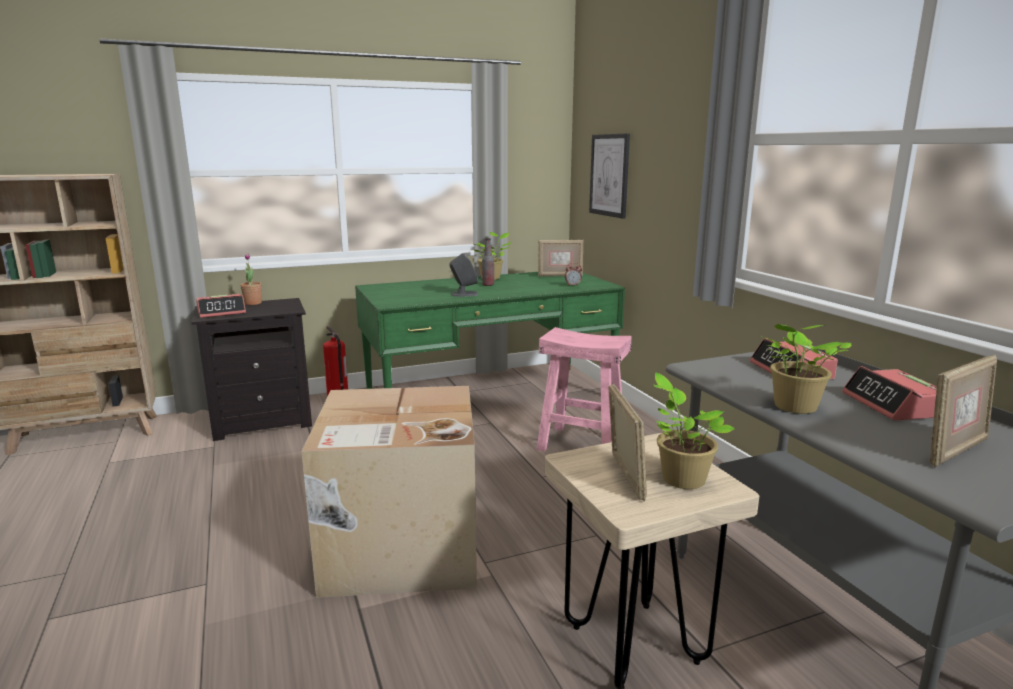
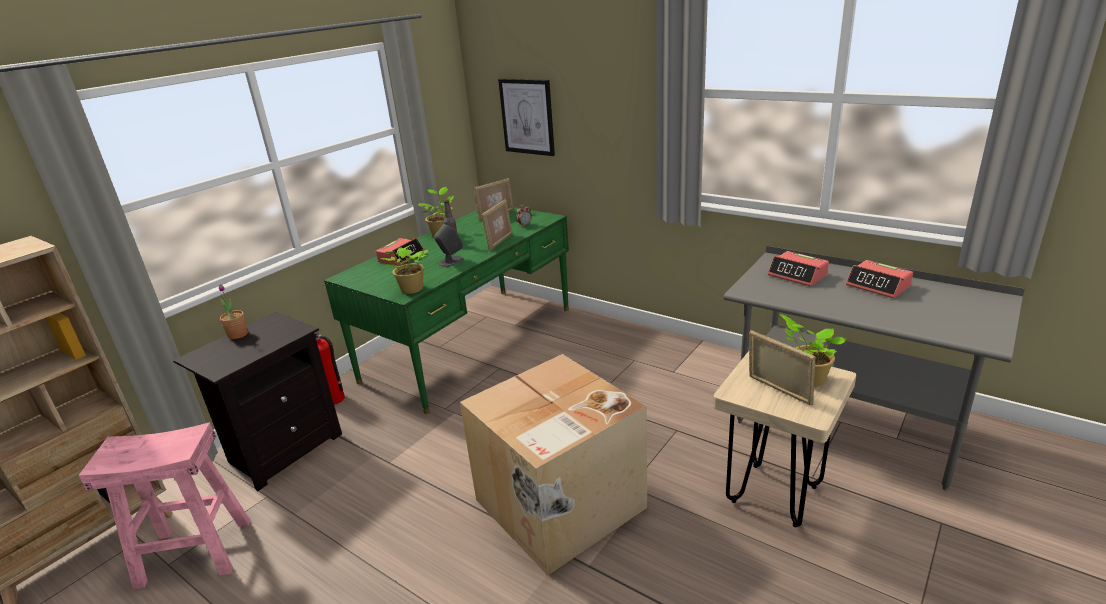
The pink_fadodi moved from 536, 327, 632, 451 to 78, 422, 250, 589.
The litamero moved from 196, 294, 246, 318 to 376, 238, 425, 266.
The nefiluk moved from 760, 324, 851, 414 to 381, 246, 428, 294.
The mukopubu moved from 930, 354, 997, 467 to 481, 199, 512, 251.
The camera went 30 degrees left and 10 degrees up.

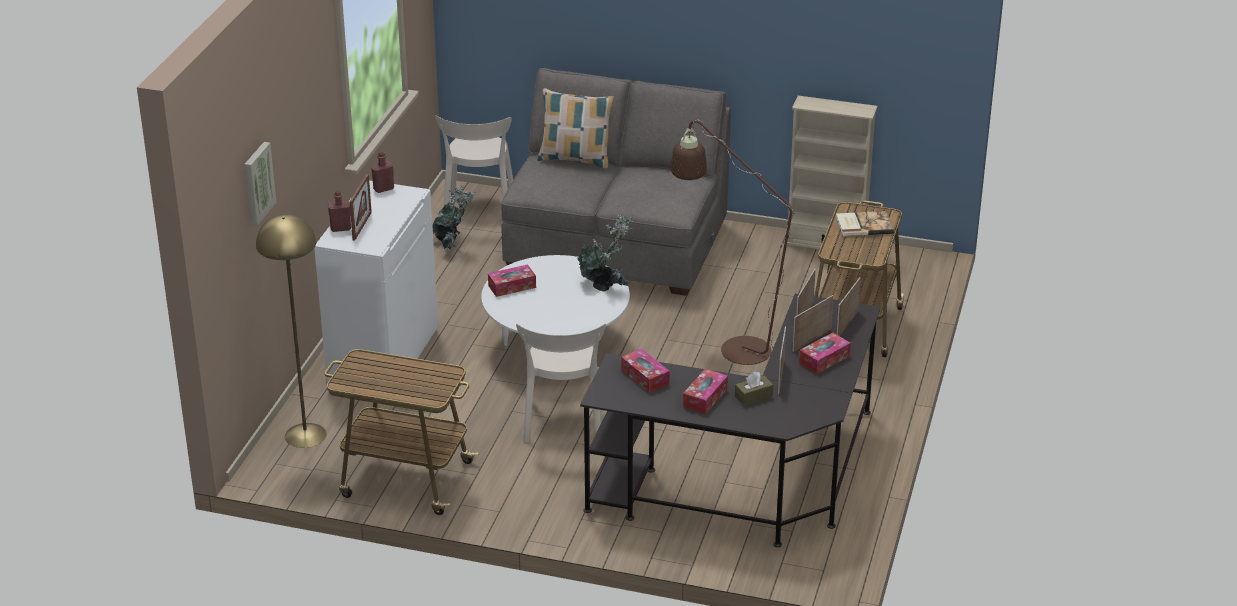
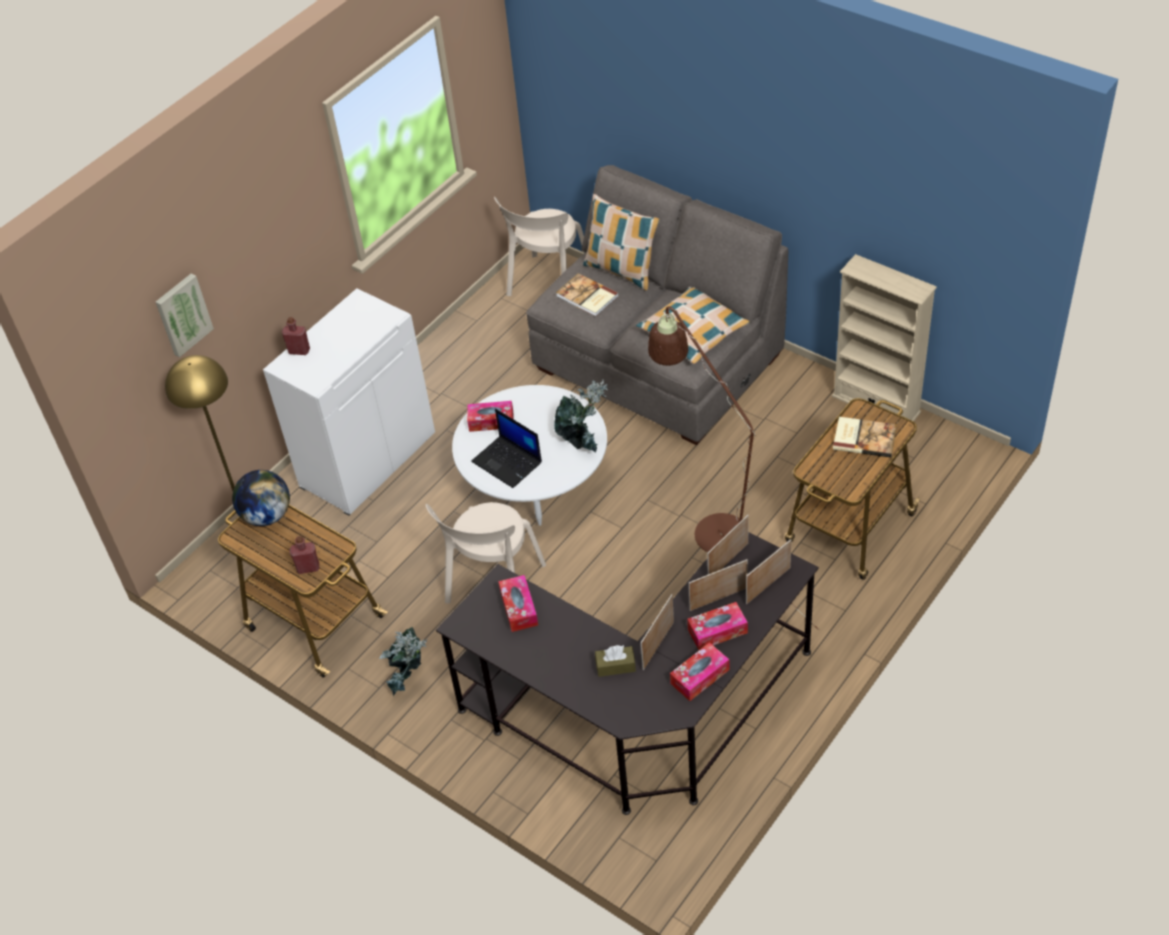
The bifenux at 232, 470, 290, 526 appeared.
The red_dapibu moved from 371, 151, 394, 193 to 290, 536, 319, 574.
The nefiluk moved from 432, 185, 475, 250 to 379, 627, 427, 696.
The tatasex at 471, 408, 542, 488 appeared.
The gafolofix at 556, 273, 619, 317 appeared.
The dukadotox at 636, 287, 750, 364 appeared.
The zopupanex moved from 683, 369, 728, 414 to 670, 642, 729, 701.
The mukopubu at 349, 174, 372, 241 disappeared.
The camera went 25 degrees right and 15 degrees up.

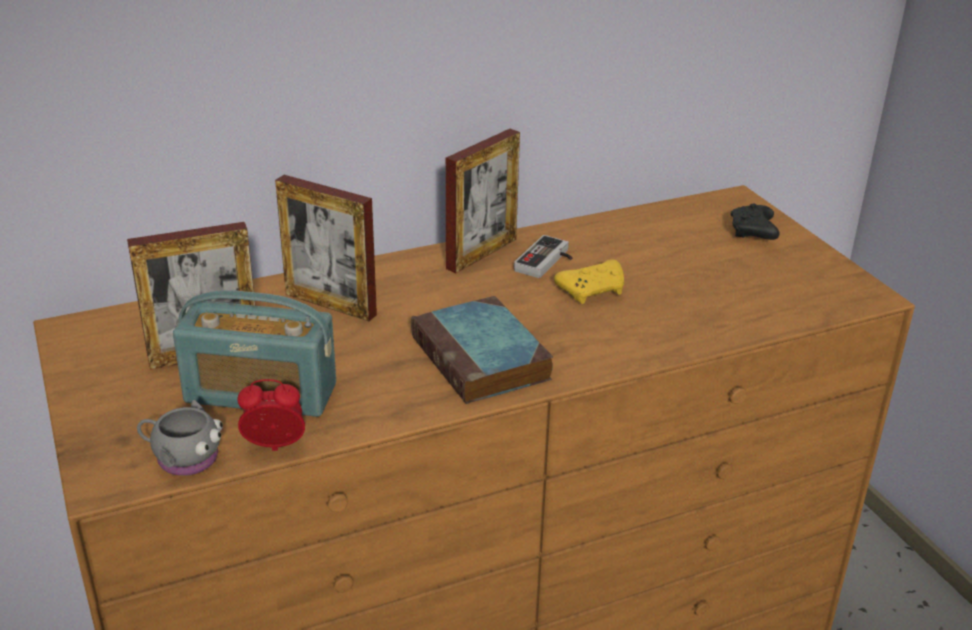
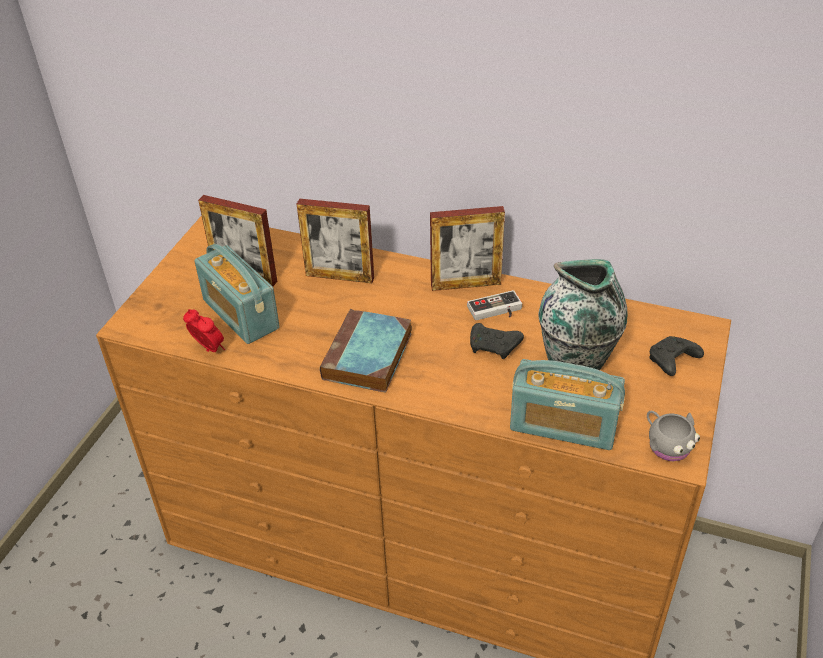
The mukopubu at 275, 175, 377, 321 turned 60 degrees counterclockwise.
The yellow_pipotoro at 554, 259, 624, 304 became the black_pipotoro at 470, 323, 524, 359.
The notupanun at 510, 359, 625, 450 appeared.
The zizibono at 538, 259, 628, 370 appeared.
The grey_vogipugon moved from 137, 400, 223, 476 to 647, 411, 700, 461.
The camera went 45 degrees right and 10 degrees up.

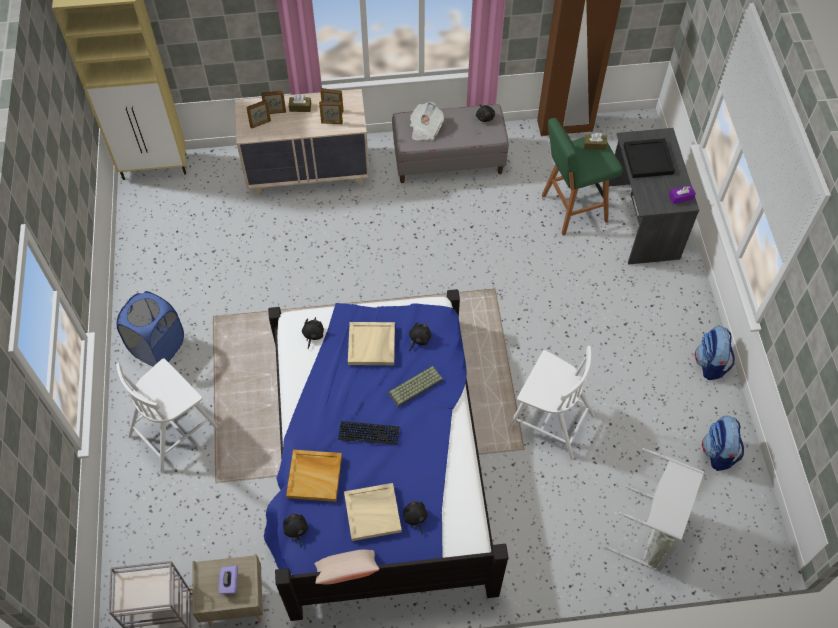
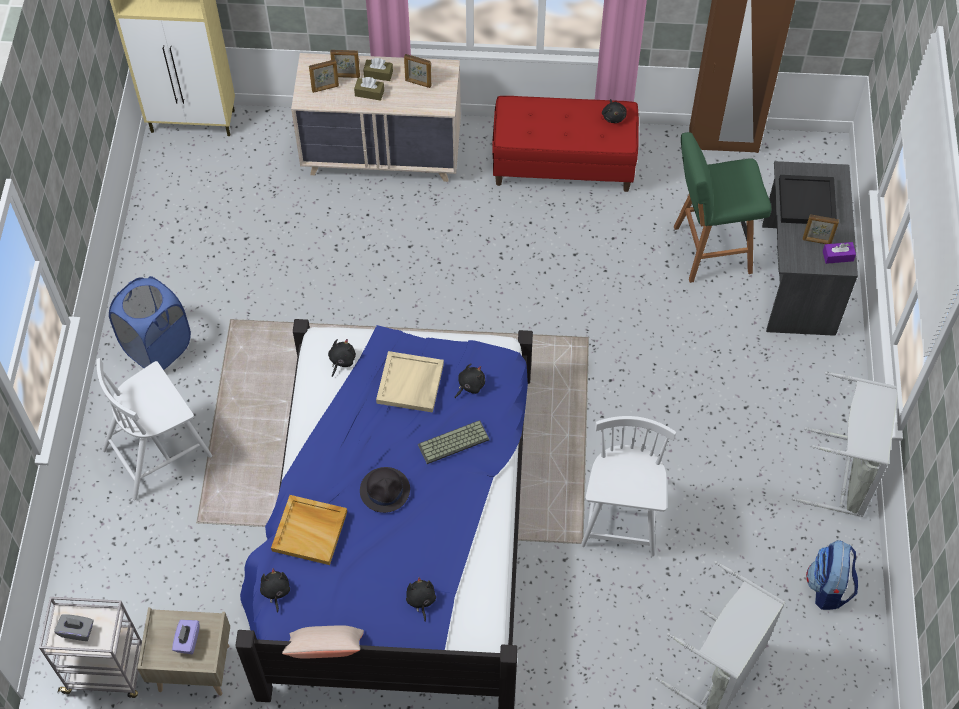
The grey_zopupanex at 54, 614, 93, 641 appeared.
The brown_zopupanex moved from 584, 133, 607, 150 to 354, 77, 384, 101.
The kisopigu at 338, 421, 400, 445 was replaced by the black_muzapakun at 360, 467, 410, 513.
The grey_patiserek at 392, 104, 509, 183 became the red_patiserek at 492, 96, 639, 192.
The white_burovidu at 508, 346, 595, 459 turned 120 degrees counterclockwise.
The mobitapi at 695, 326, 735, 380 was replaced by the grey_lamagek at 792, 372, 897, 517.
The mukopubu moved from 319, 101, 343, 124 to 803, 215, 839, 244.
The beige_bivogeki at 344, 483, 402, 541 disappeared.
The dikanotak at 410, 102, 444, 140 disappeared.
The camera went 10 degrees right and 0 degrees up.

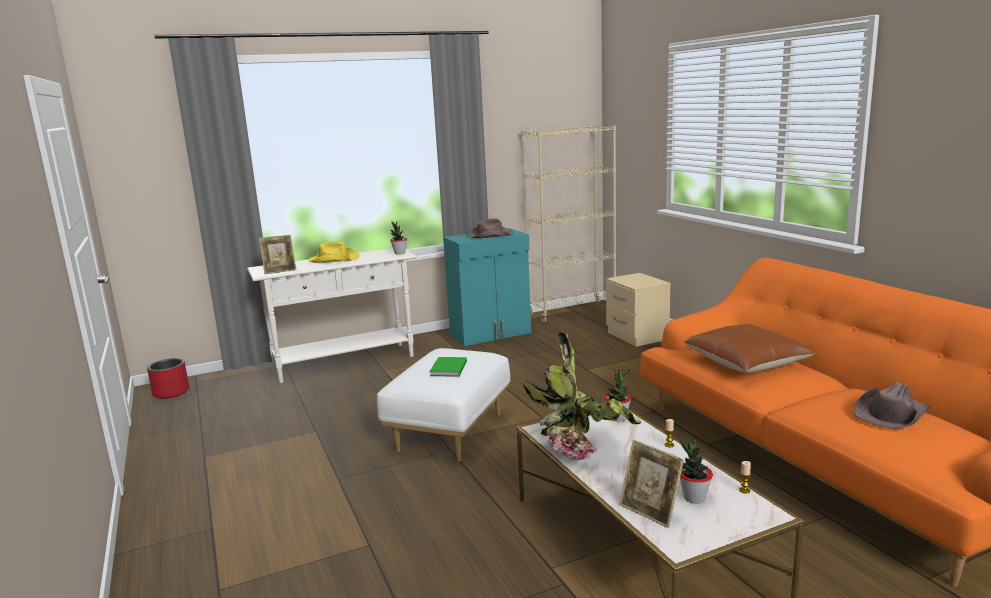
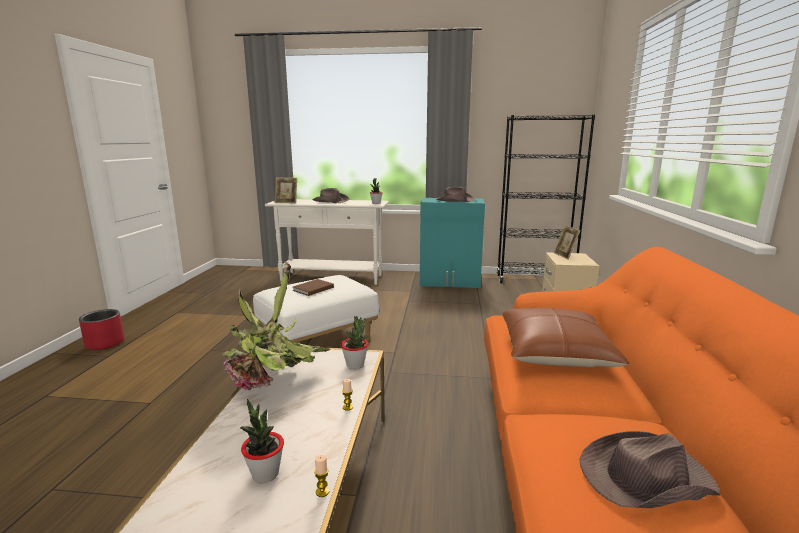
The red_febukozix moved from 147, 358, 189, 399 to 79, 309, 125, 350.
The green_gafolofix at 429, 357, 467, 377 became the brown_gafolofix at 293, 279, 334, 296.
The yellow_muzapakun at 308, 241, 360, 263 became the brown_muzapakun at 313, 188, 349, 203.
The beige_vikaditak at 521, 125, 616, 323 became the black_vikaditak at 497, 115, 595, 283.
The mukopubu moved from 619, 440, 684, 528 to 554, 225, 581, 260.
The camera went 30 degrees right and 0 degrees up.

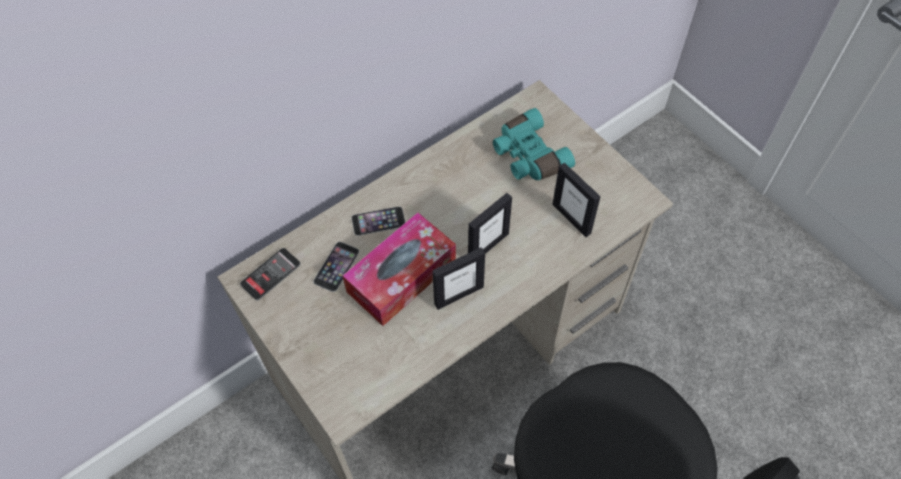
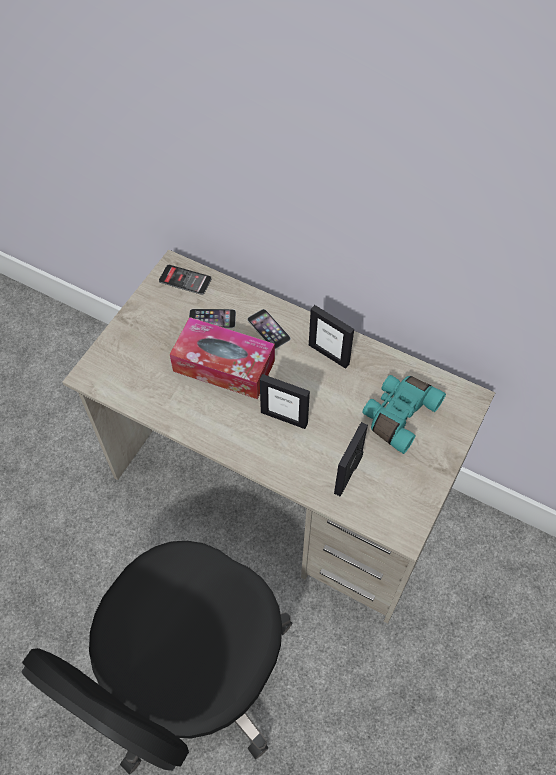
The mukopubu moved from 432, 247, 485, 310 to 309, 305, 354, 369.
The camera went 65 degrees right and 0 degrees up.

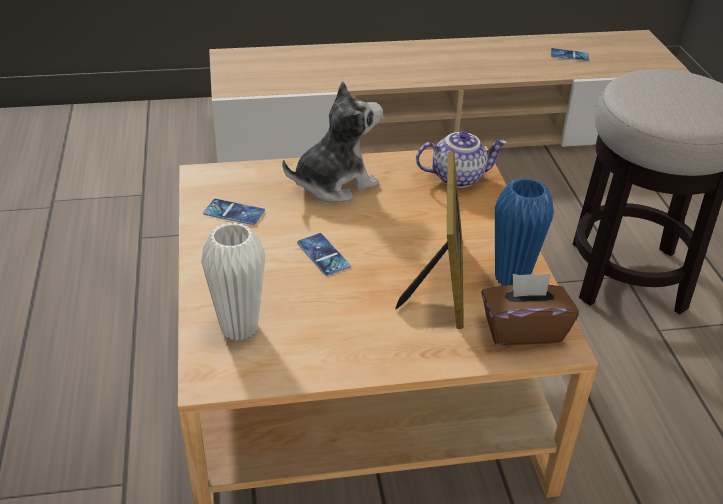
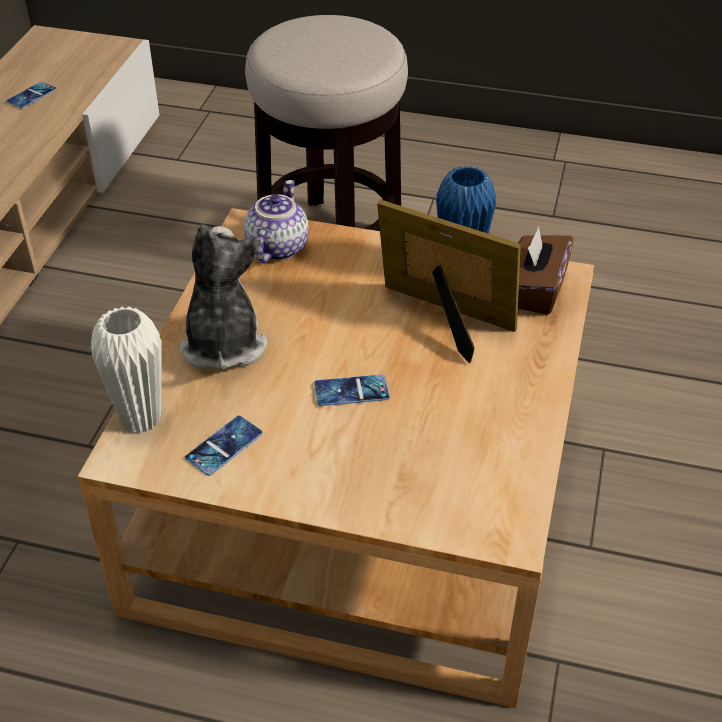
The white_zizibono moved from 201, 222, 265, 341 to 91, 306, 162, 433.
The camera went 65 degrees left and 5 degrees up.

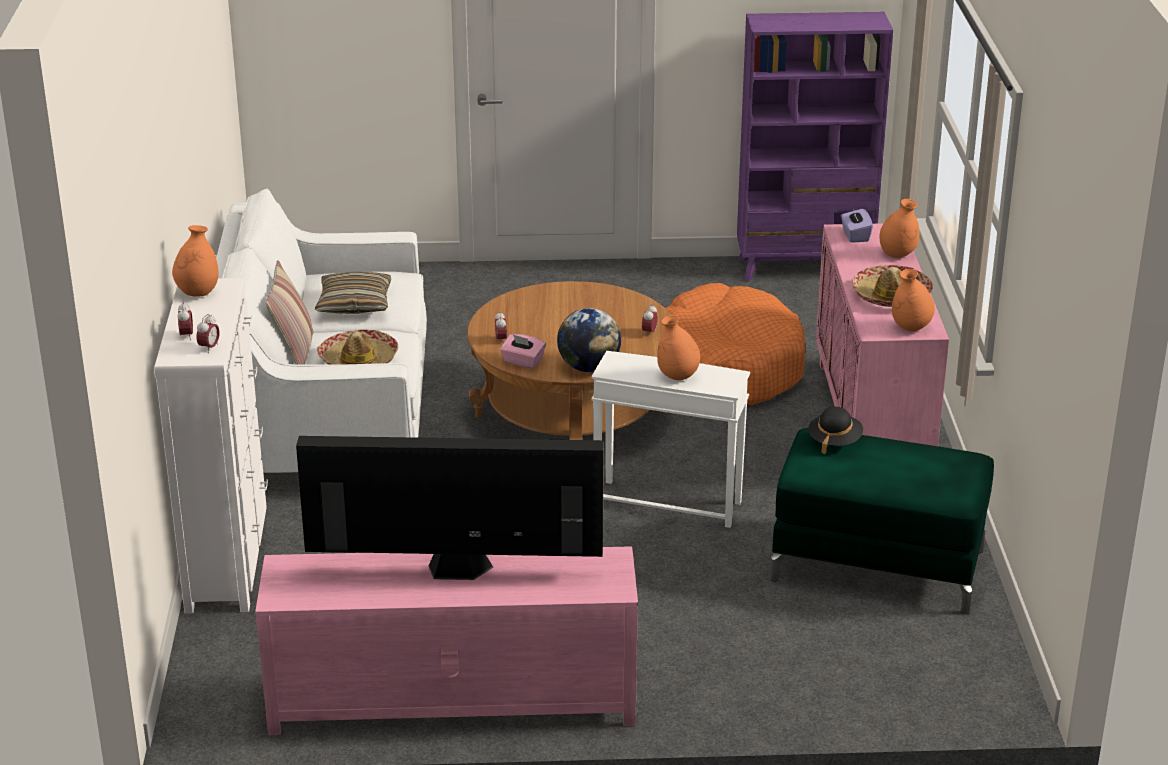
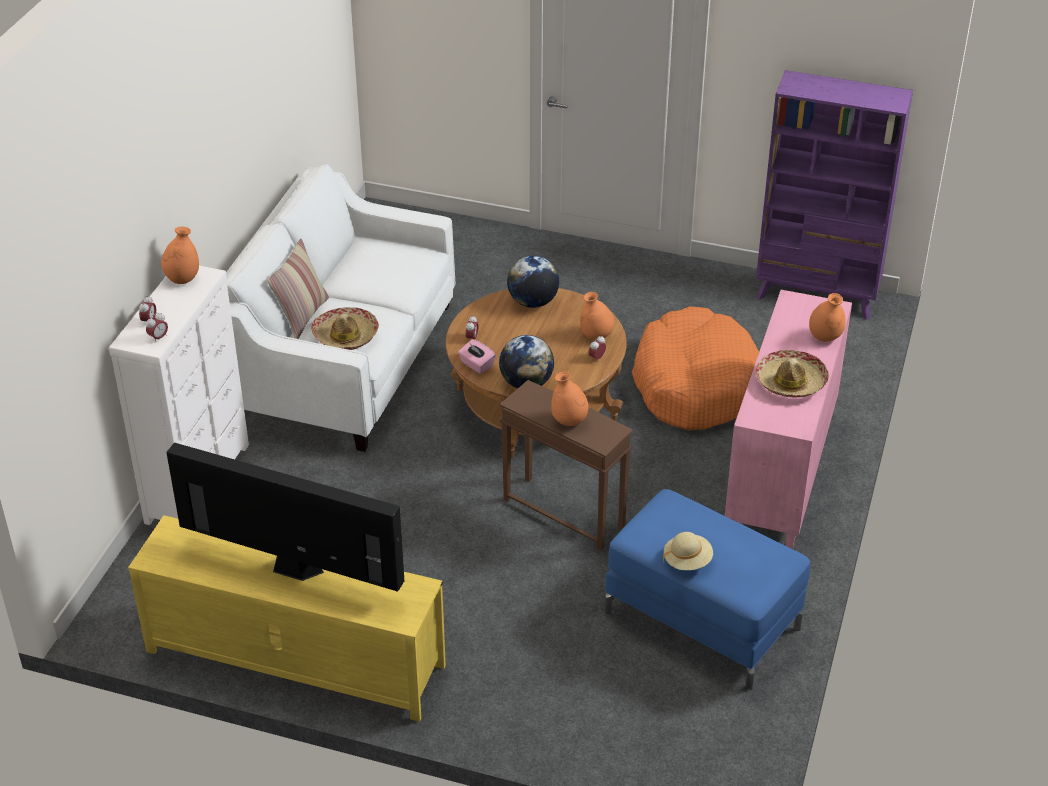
The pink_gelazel at 255, 546, 638, 735 became the yellow_gelazel at 128, 515, 446, 722.
The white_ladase at 591, 351, 750, 528 became the brown_ladase at 500, 380, 633, 551.
The bifenux at 507, 256, 559, 308 appeared.
The orange_zizibono moved from 892, 269, 935, 331 to 580, 292, 614, 340.
The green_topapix at 770, 428, 994, 614 became the blue_topapix at 605, 489, 810, 690.
The beige_muzapakun at 663, 532, 713, 570 appeared.
The dukadotox at 315, 272, 391, 314 disappeared.
The black_muzapakun at 808, 407, 863, 454 disappeared.
The purple_zopupanex at 841, 209, 873, 243 disappeared.
The camera went 20 degrees right and 10 degrees up.

